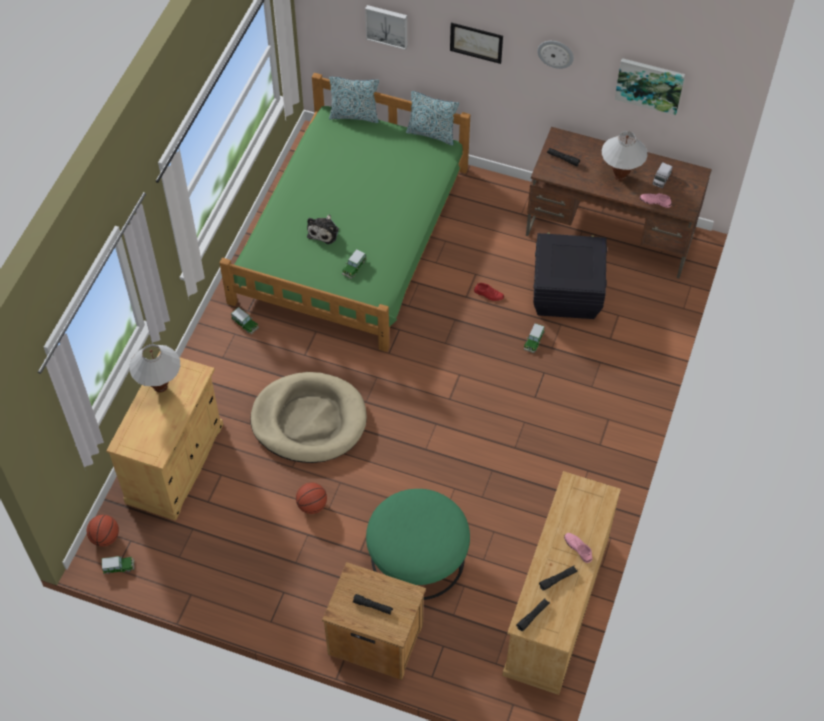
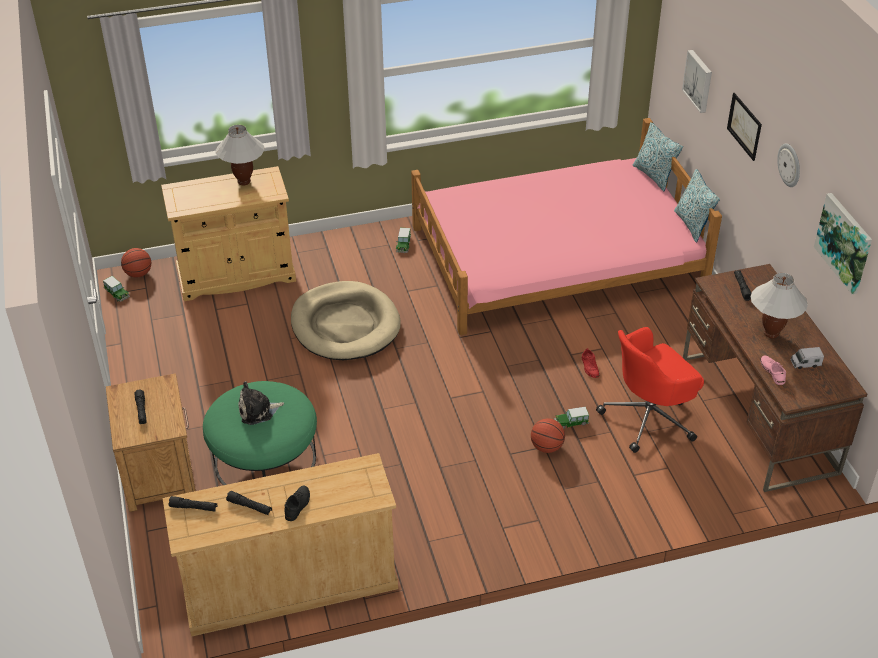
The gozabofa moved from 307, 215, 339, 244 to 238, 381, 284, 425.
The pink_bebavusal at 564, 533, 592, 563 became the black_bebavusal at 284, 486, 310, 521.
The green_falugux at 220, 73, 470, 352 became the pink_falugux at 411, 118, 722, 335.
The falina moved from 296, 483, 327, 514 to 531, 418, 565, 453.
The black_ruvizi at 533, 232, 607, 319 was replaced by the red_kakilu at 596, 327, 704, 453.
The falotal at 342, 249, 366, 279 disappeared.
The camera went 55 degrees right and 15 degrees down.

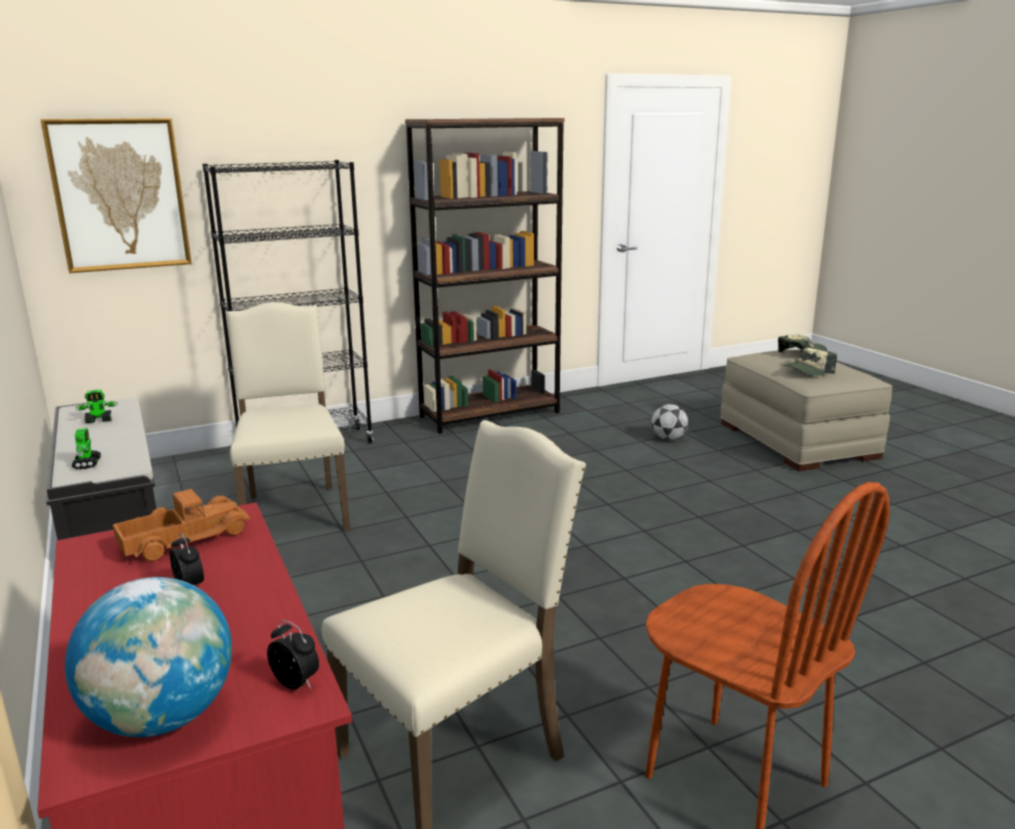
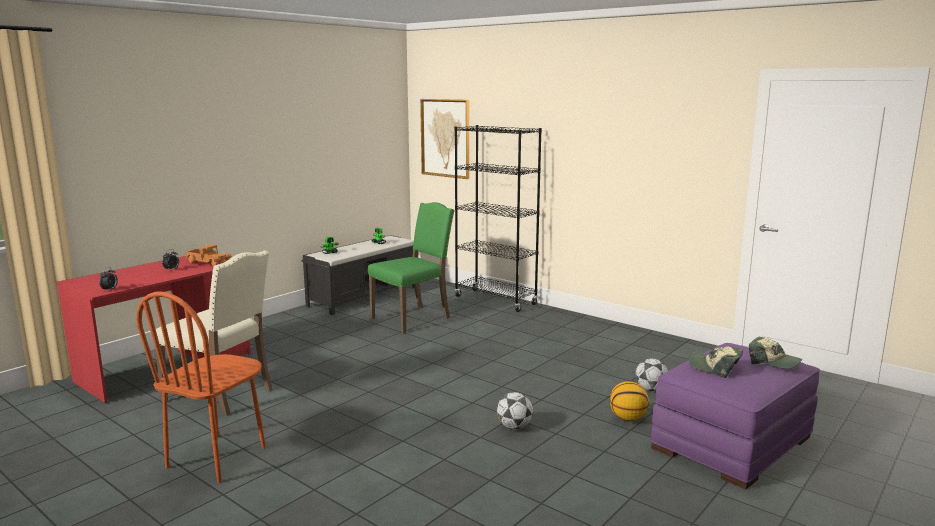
The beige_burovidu at 227, 302, 350, 531 became the green_burovidu at 368, 202, 455, 333.
The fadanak at 497, 392, 533, 429 appeared.
The falina at 610, 381, 649, 421 appeared.
The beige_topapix at 720, 350, 893, 471 became the purple_topapix at 651, 343, 820, 490.
The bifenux at 65, 577, 232, 737 disappeared.
The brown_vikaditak at 405, 118, 564, 434 disappeared.
The camera went 65 degrees right and 5 degrees down.

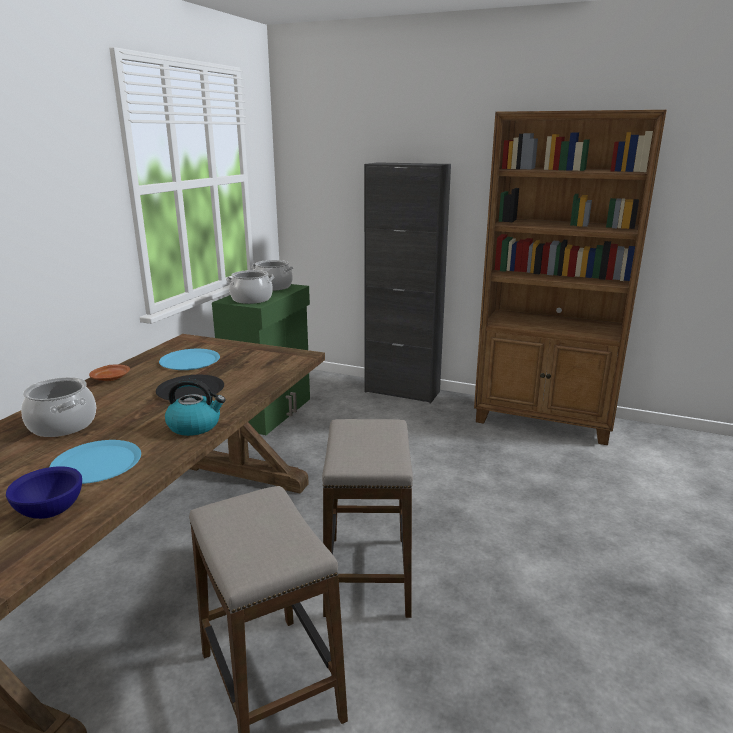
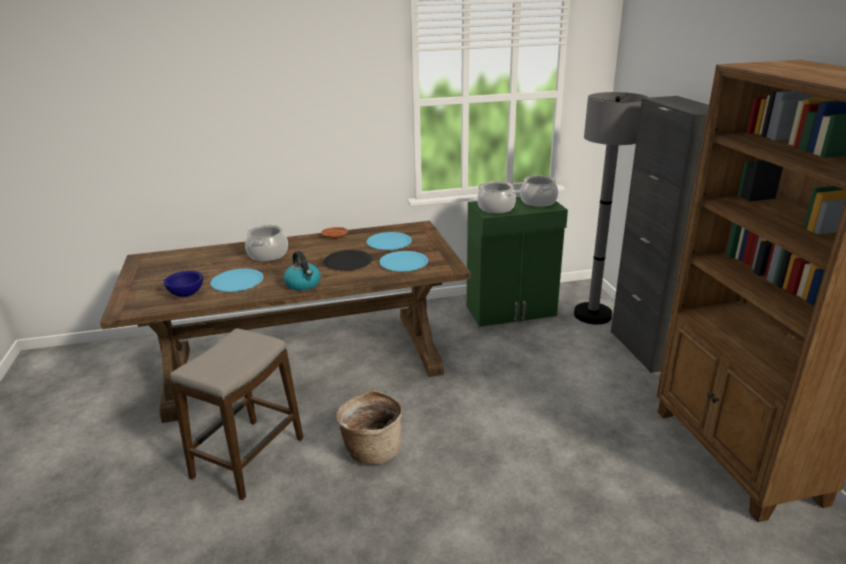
The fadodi at 322, 419, 413, 618 was replaced by the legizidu at 336, 390, 402, 465.
The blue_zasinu at 379, 251, 428, 272 appeared.
The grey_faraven at 574, 92, 649, 324 appeared.
The camera went 55 degrees right and 5 degrees up.

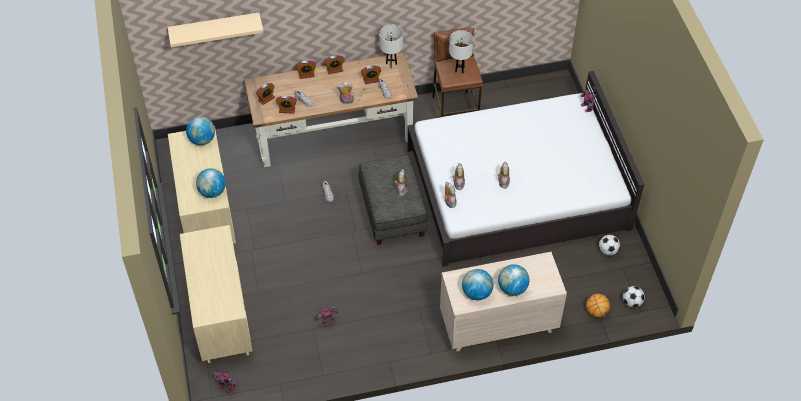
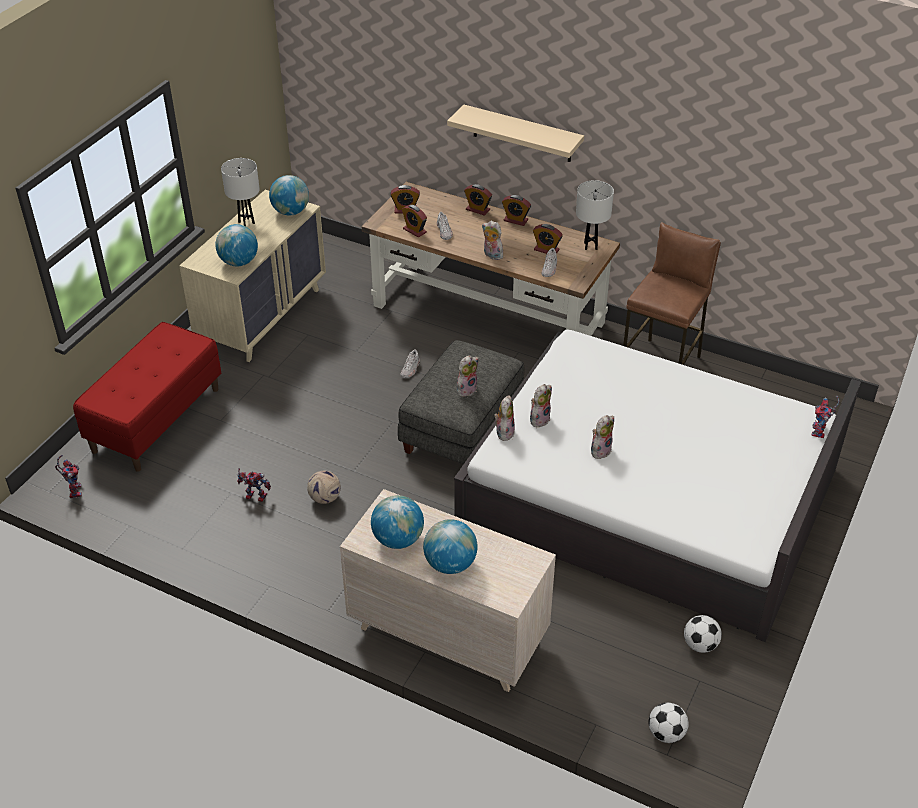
The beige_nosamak at 180, 225, 252, 363 was replaced by the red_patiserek at 73, 322, 222, 472.
The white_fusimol moved from 449, 30, 474, 73 to 221, 158, 260, 226.
The fadanak at 307, 471, 341, 504 appeared.
The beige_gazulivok moved from 168, 13, 264, 47 to 447, 104, 584, 162.
The falina at 586, 294, 610, 317 disappeared.
The camera went 40 degrees right and 10 degrees down.

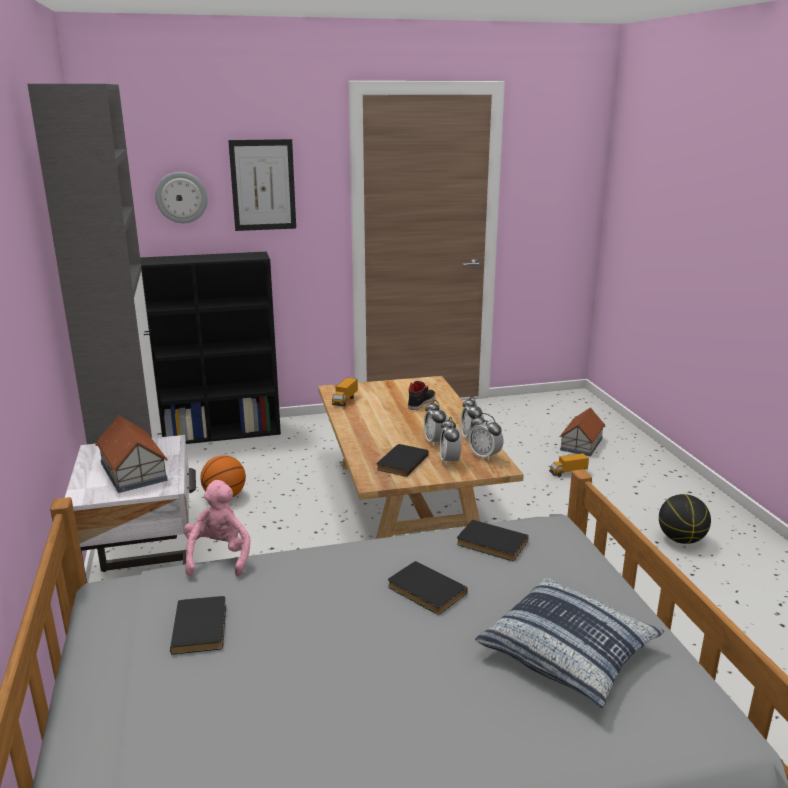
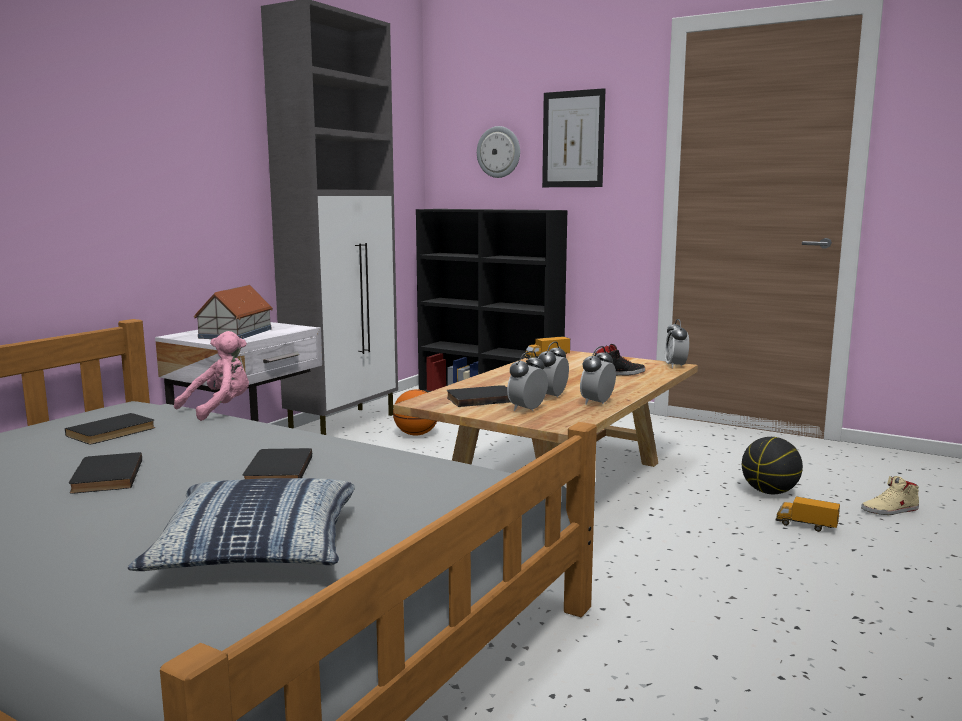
The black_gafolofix moved from 457, 520, 529, 561 to 69, 452, 142, 494.
The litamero moved from 469, 413, 503, 461 to 665, 319, 689, 368.
The falina moved from 659, 494, 711, 544 to 742, 437, 803, 494.
The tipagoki at 559, 407, 606, 457 was replaced by the beige_bebavusal at 861, 476, 919, 515.
The camera went 45 degrees right and 10 degrees down.

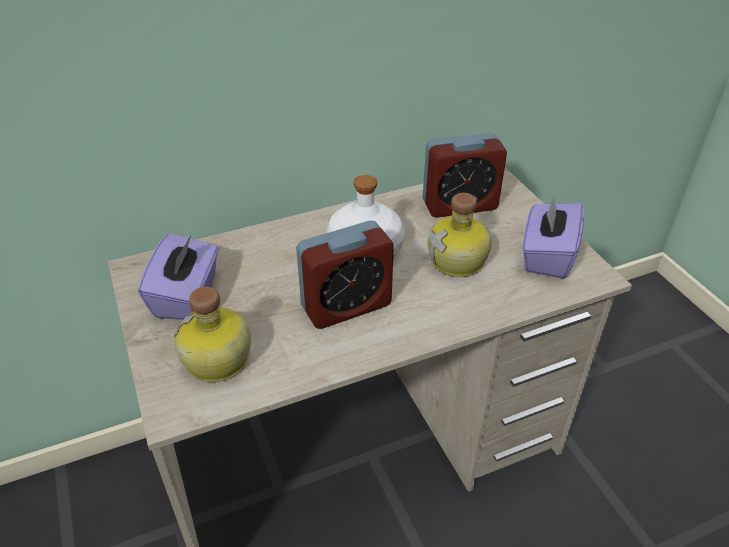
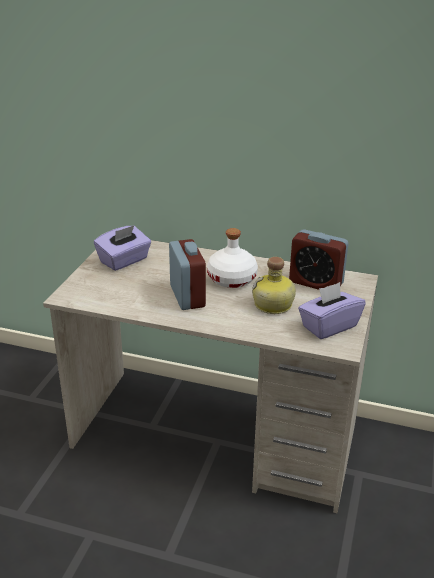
The litamero at 296, 221, 394, 329 turned 120 degrees counterclockwise.
The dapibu at 173, 286, 251, 382 disappeared.
The camera went 40 degrees right and 10 degrees down.

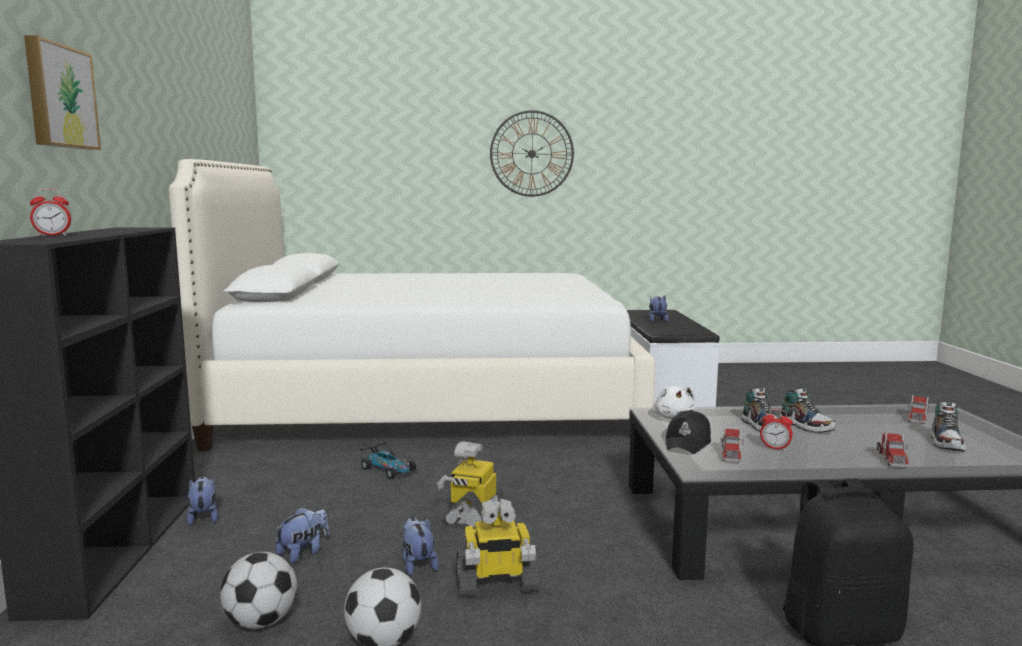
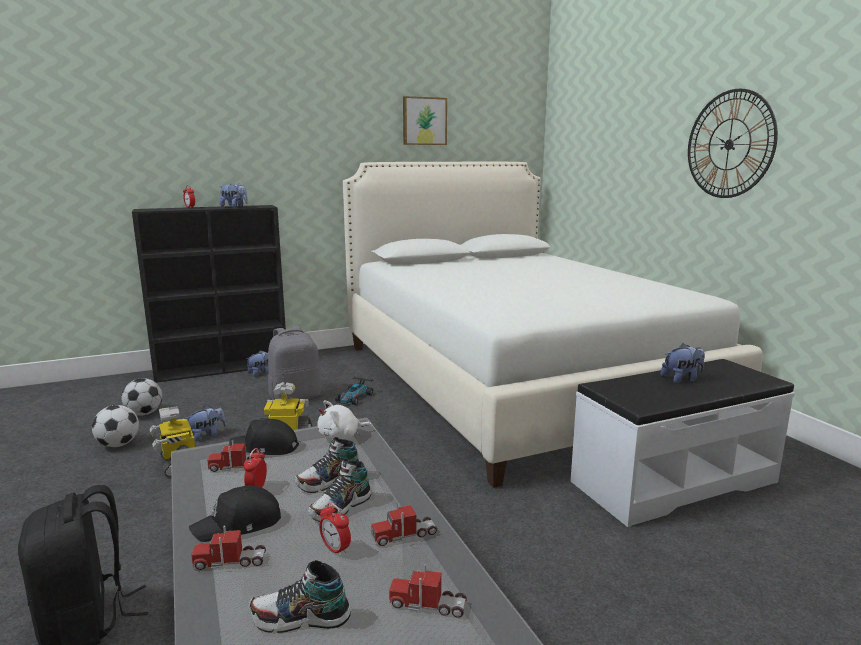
The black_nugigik at 189, 485, 281, 542 appeared.
The gozabofa moved from 275, 507, 329, 563 to 219, 183, 248, 208.
The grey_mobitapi at 268, 326, 322, 400 appeared.
The litamero at 319, 502, 351, 556 appeared.
The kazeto at 371, 503, 437, 546 appeared.
The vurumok moved from 24, 35, 101, 150 to 403, 96, 447, 145.
The camera went 70 degrees right and 5 degrees up.

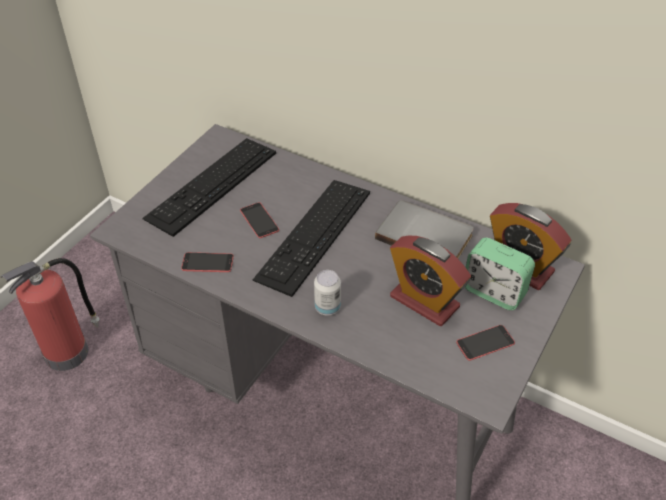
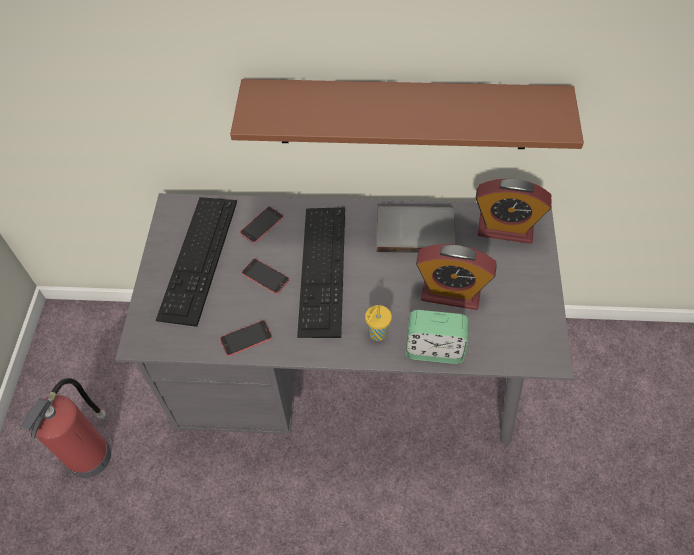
The brown_gazulivok at 230, 79, 584, 149 appeared.
The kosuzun moved from 456, 325, 515, 361 to 240, 206, 284, 243.
The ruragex at 314, 270, 341, 316 was replaced by the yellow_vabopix at 365, 305, 392, 341.
The litamero moved from 465, 238, 535, 310 to 406, 310, 469, 364.
The camera went 25 degrees left and 10 degrees up.

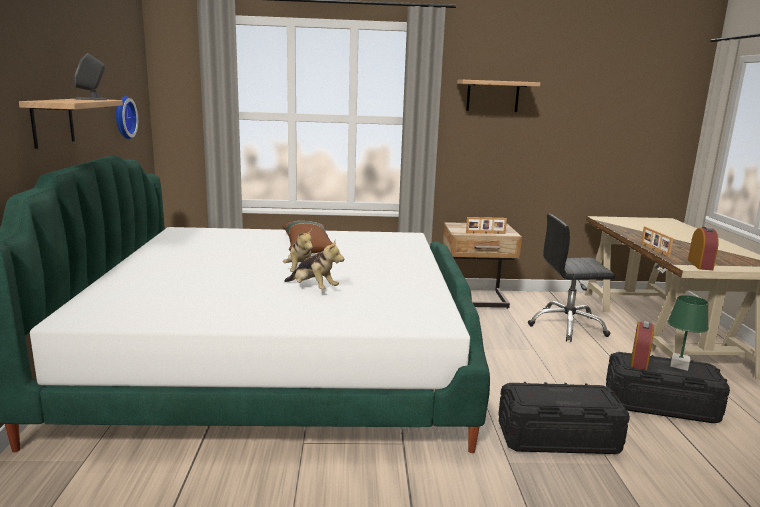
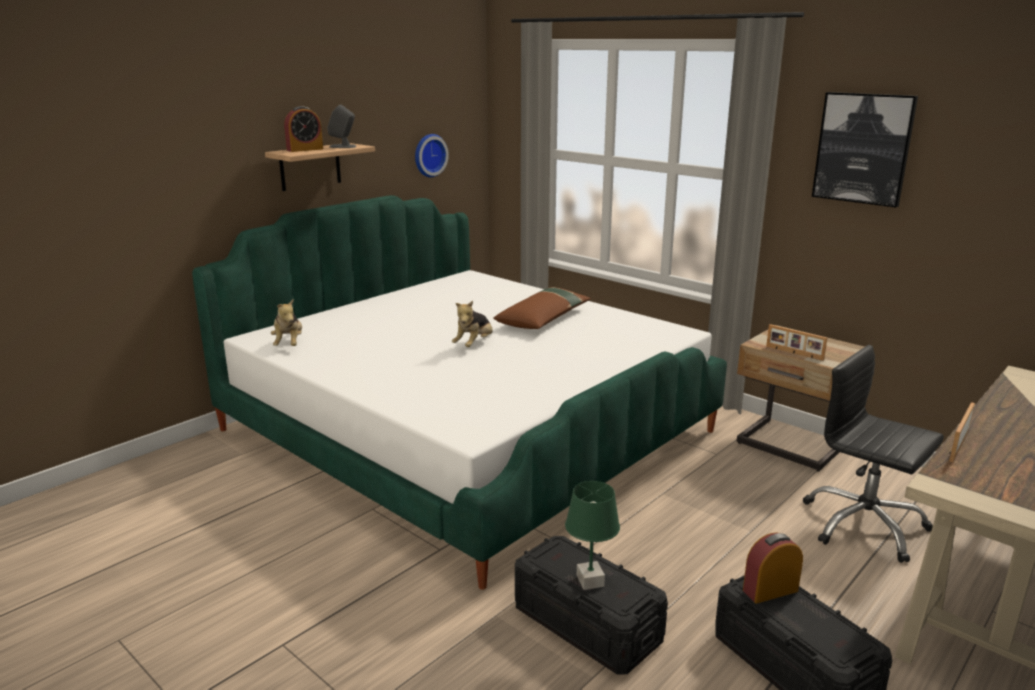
The gozabofa moved from 284, 240, 344, 289 to 271, 299, 302, 346.
The litamero moved from 688, 226, 719, 270 to 284, 106, 323, 152.
The green_fusimol moved from 667, 295, 709, 371 to 565, 481, 620, 590.
The gazulivok at 457, 80, 540, 112 was replaced by the vurumok at 812, 92, 918, 207.
The camera went 45 degrees right and 5 degrees up.

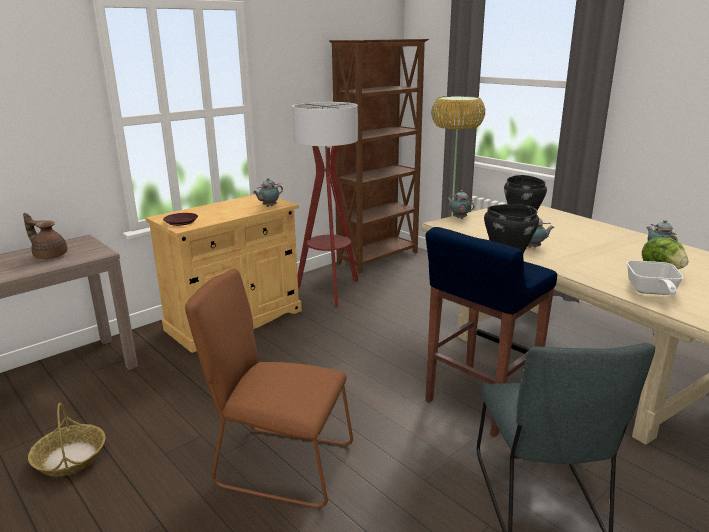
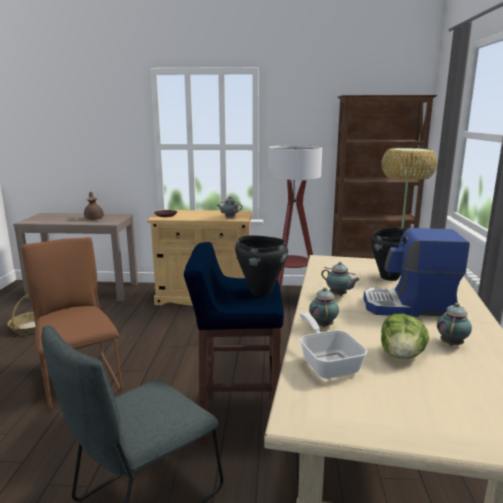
The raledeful at 627, 260, 684, 295 turned 105 degrees clockwise.
The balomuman moved from 447, 190, 475, 219 to 309, 287, 339, 328.
The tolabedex at 363, 228, 470, 317 appeared.
The camera went 45 degrees right and 5 degrees down.

